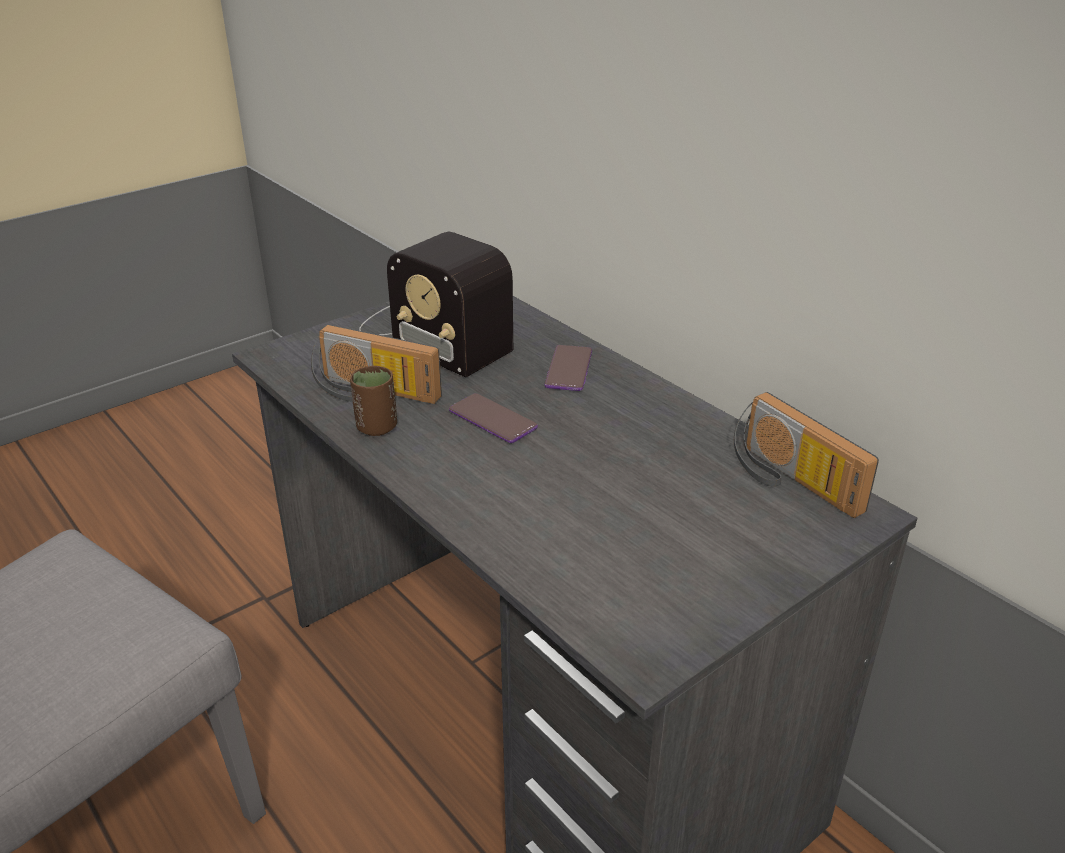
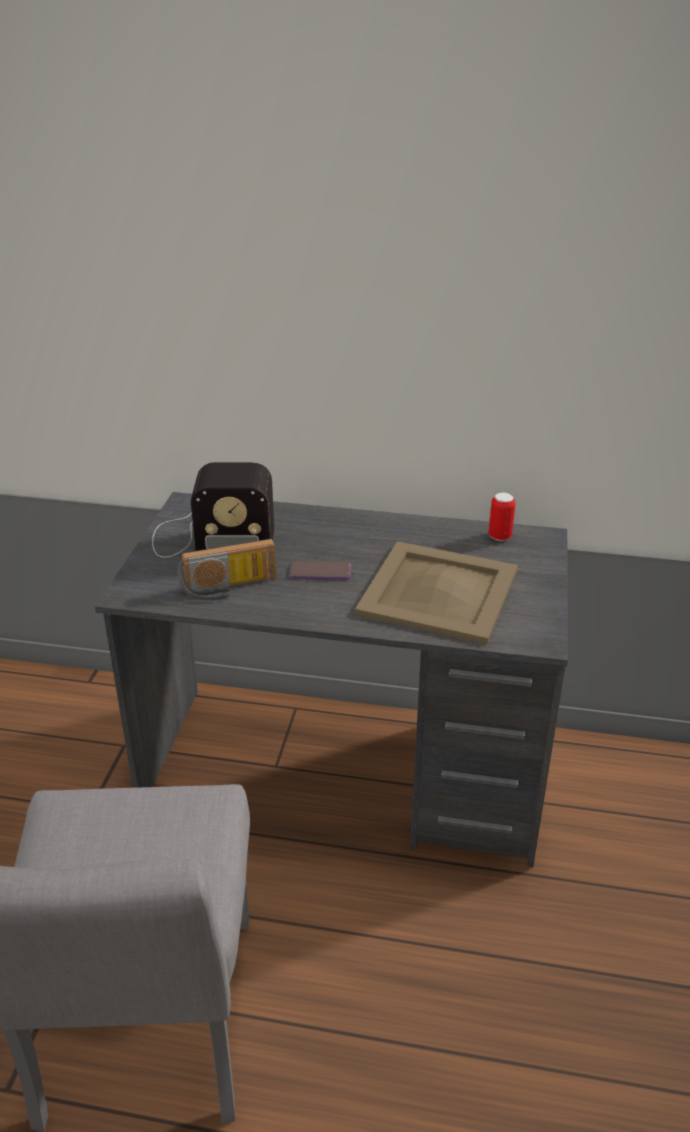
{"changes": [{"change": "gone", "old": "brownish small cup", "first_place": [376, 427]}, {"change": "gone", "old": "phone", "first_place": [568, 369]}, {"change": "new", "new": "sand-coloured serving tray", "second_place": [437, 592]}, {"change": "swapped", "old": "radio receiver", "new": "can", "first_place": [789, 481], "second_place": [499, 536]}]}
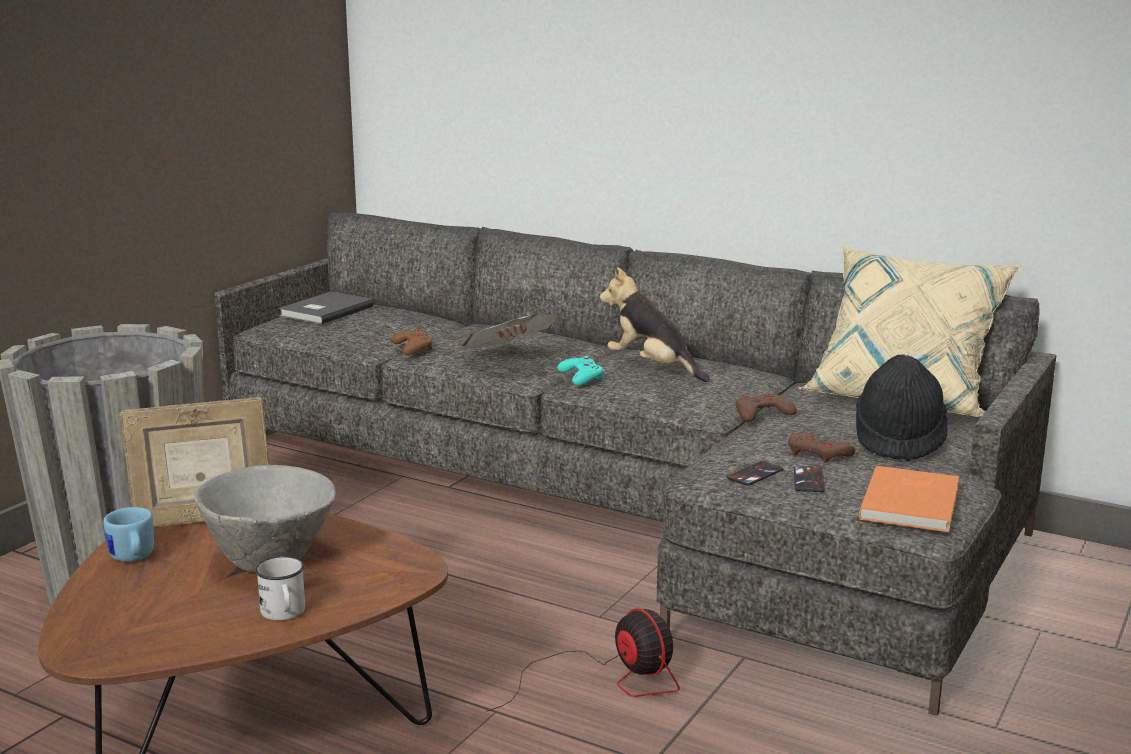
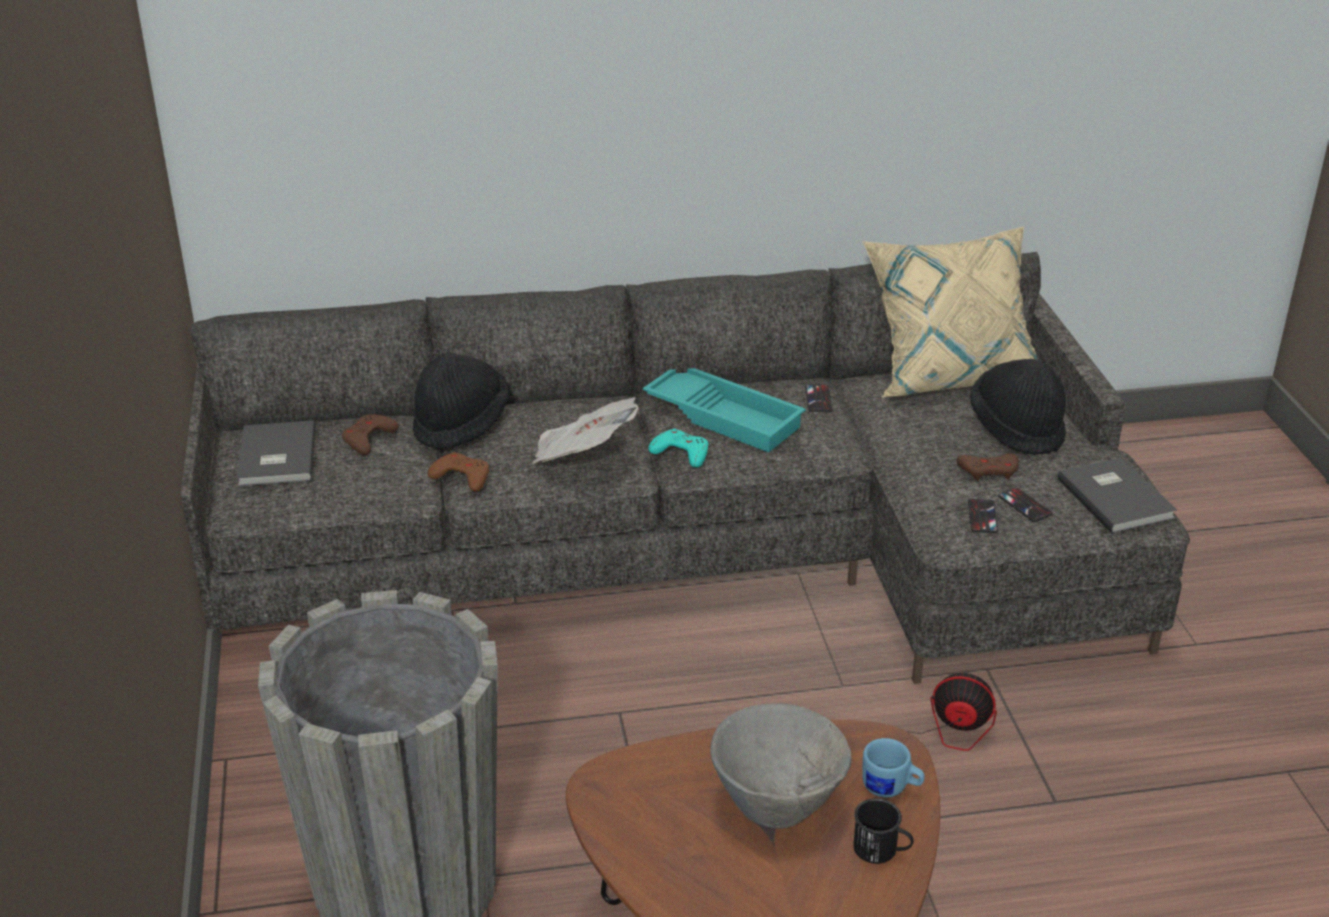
{"changes": [{"change": "gone", "old": "photo frame", "first_place": [203, 520]}, {"change": "new", "new": "blackish hat", "second_place": [460, 424]}, {"change": "new", "new": "phone", "second_place": [818, 399]}, {"change": "shifted", "old": "bluish mug", "first_place": [132, 558], "second_place": [891, 788]}, {"change": "shifted", "old": "brownish joypad", "first_place": [762, 413], "second_place": [368, 439]}, {"change": "swapped", "old": "cuddly toy", "new": "blue-green serving tray", "first_place": [652, 368], "second_place": [725, 415]}, {"change": "repainted", "old": "white mug", "new": "blackish mug", "first_place": [284, 614], "second_place": [881, 851]}, {"change": "repainted", "old": "orange-coloured volume", "new": "greyish volume", "first_place": [913, 502], "second_place": [1116, 497]}]}
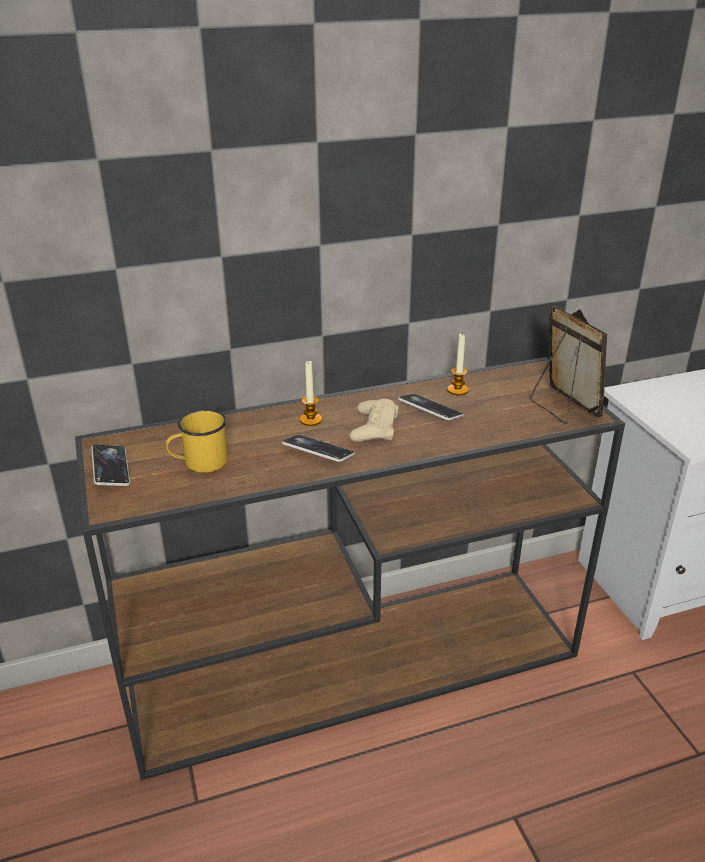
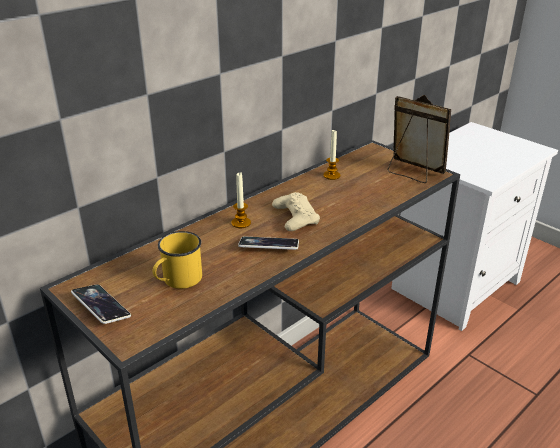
{"changes": [{"change": "gone", "old": "phone", "first_place": [430, 410]}]}
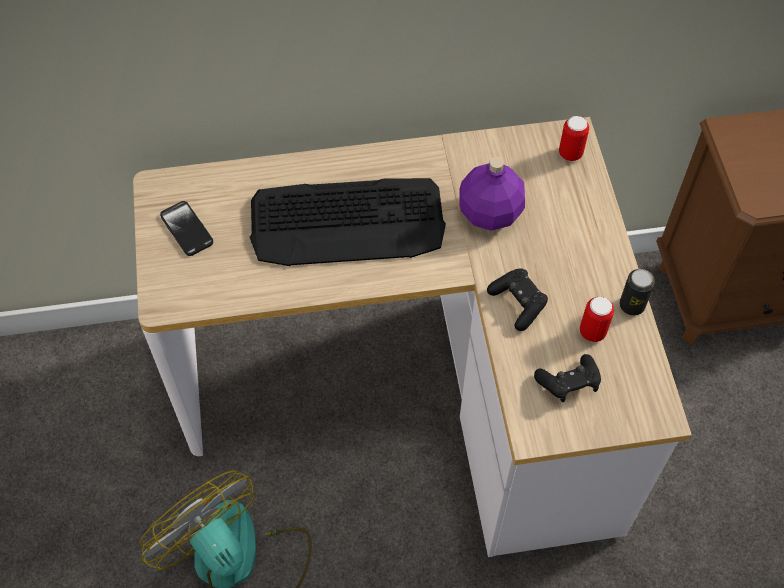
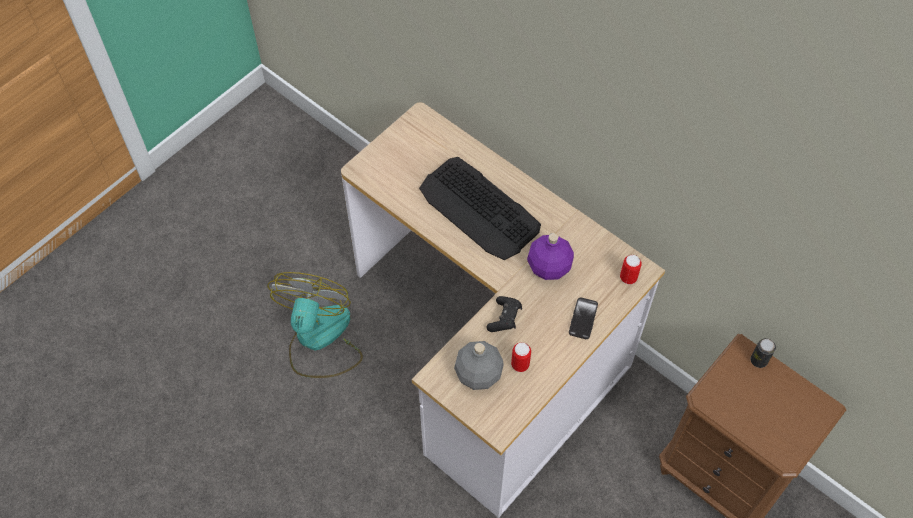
{"changes": [{"change": "shifted", "old": "phone", "first_place": [187, 229], "second_place": [583, 319]}, {"change": "shifted", "old": "can", "first_place": [632, 305], "second_place": [758, 360]}, {"change": "swapped", "old": "blackish joypad", "new": "greyish drink bottle", "first_place": [568, 384], "second_place": [477, 374]}]}
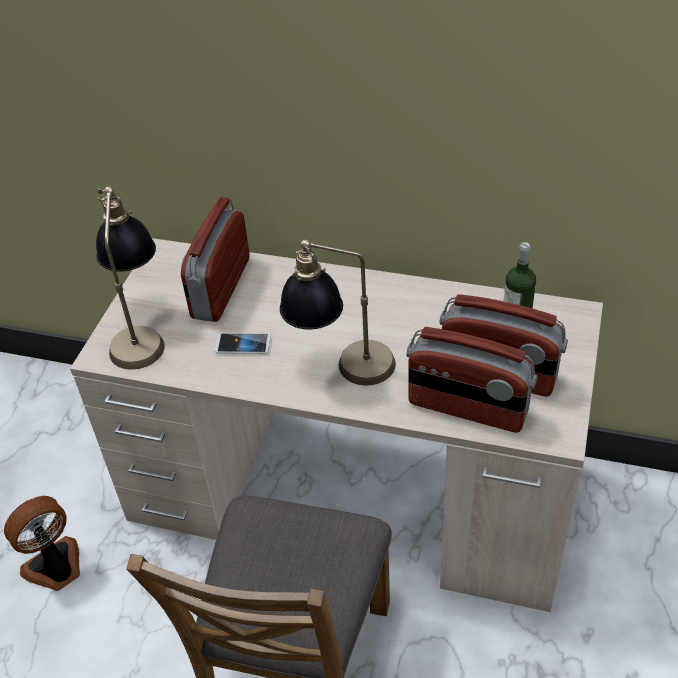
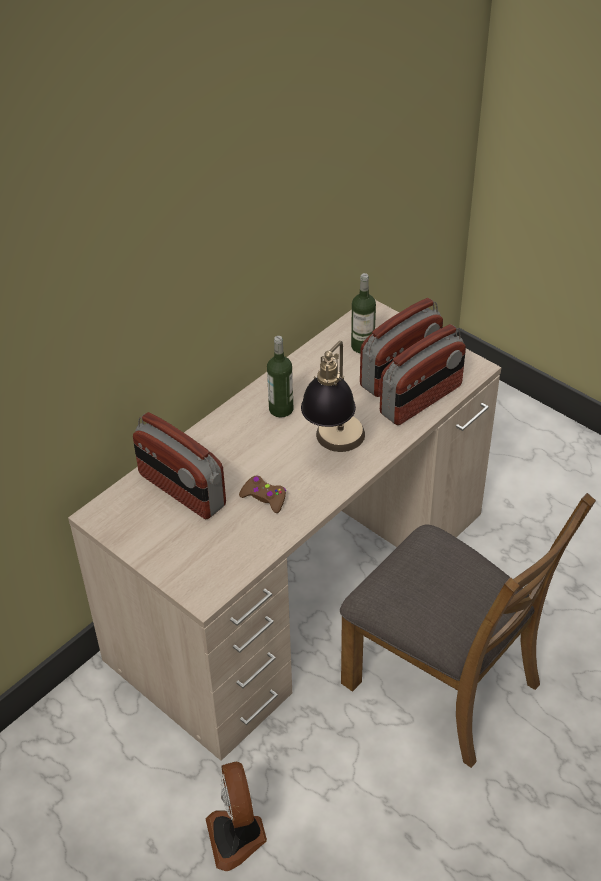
{"changes": [{"change": "gone", "old": "tabletop lamp", "first_place": [140, 331]}, {"change": "new", "new": "drink bottle", "second_place": [281, 409]}, {"change": "swapped", "old": "phone", "new": "brownish joypad", "first_place": [243, 345], "second_place": [264, 497]}]}
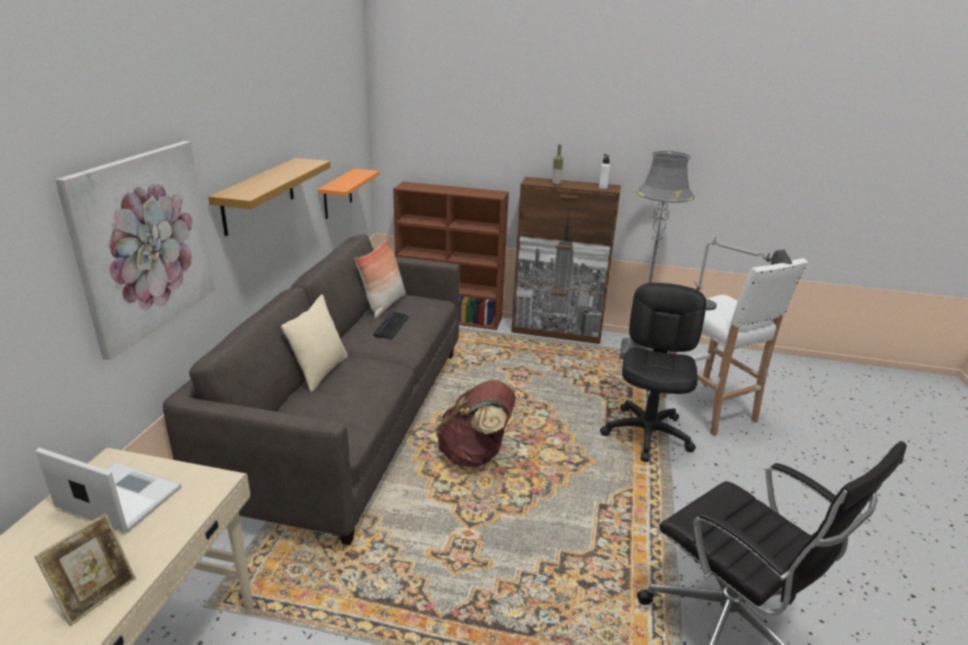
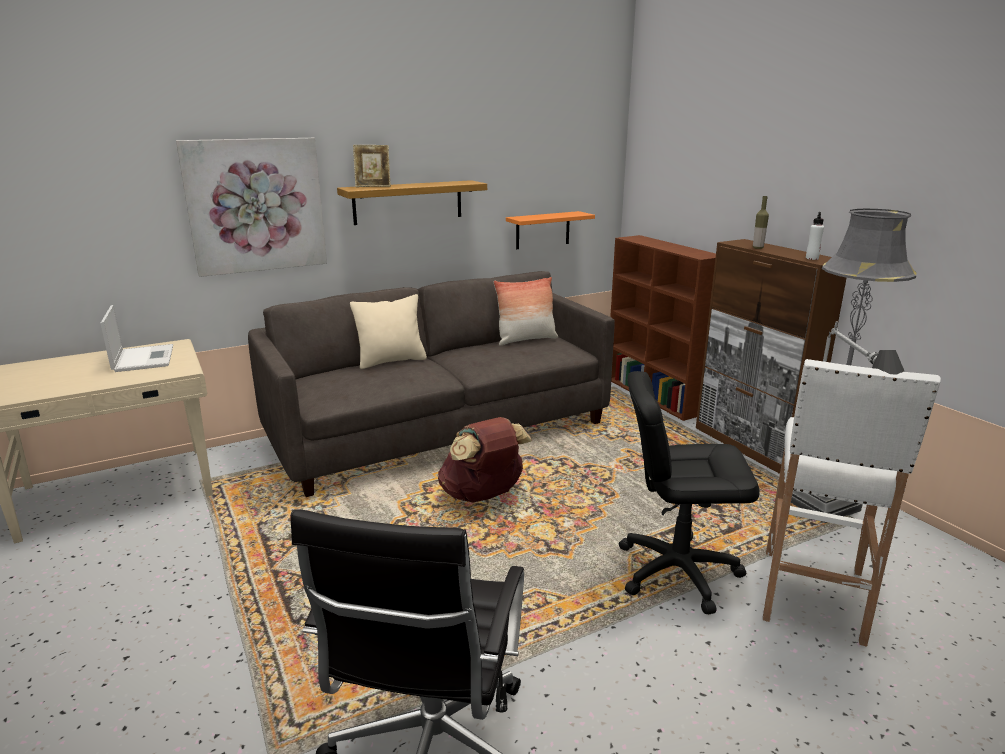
{"changes": [{"change": "gone", "old": "PC keyboard", "first_place": [391, 325]}, {"change": "shifted", "old": "photo frame", "first_place": [97, 595], "second_place": [373, 186]}, {"change": "rotated", "old": "blackish office chair", "first_place": [647, 434], "second_place": [677, 571], "degrees": -150}]}
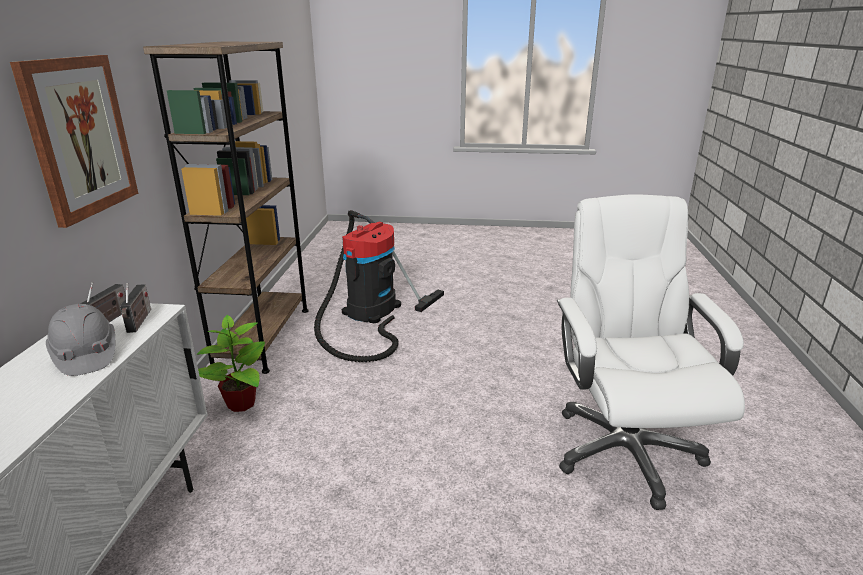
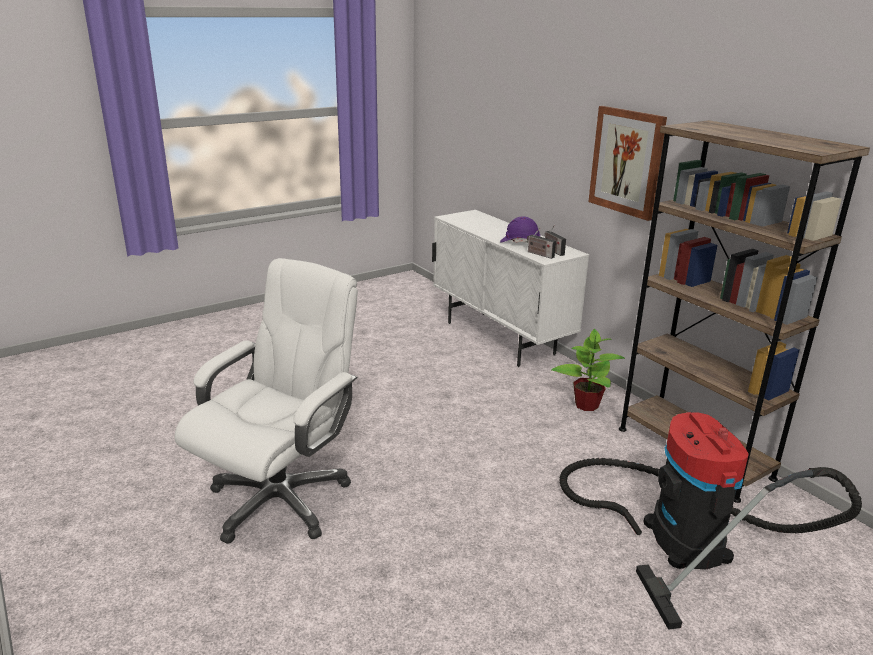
{"changes": [{"change": "repainted", "old": "greyish safety helmet", "new": "purple safety helmet", "first_place": [85, 355], "second_place": [519, 242]}, {"change": "rotated", "old": "white office chair", "first_place": [624, 449], "second_place": [280, 499], "degrees": -105}]}
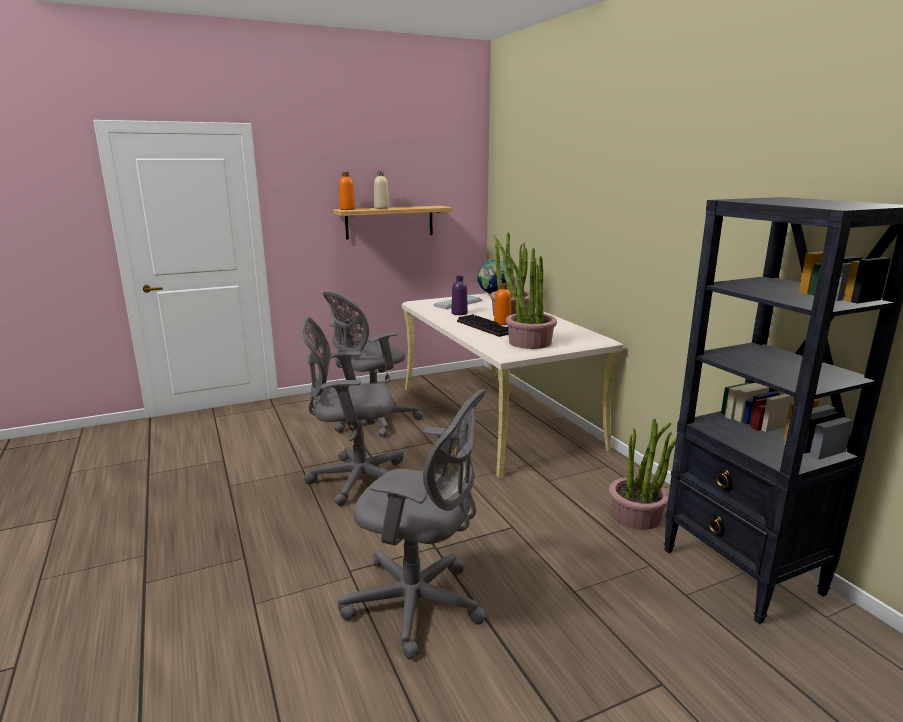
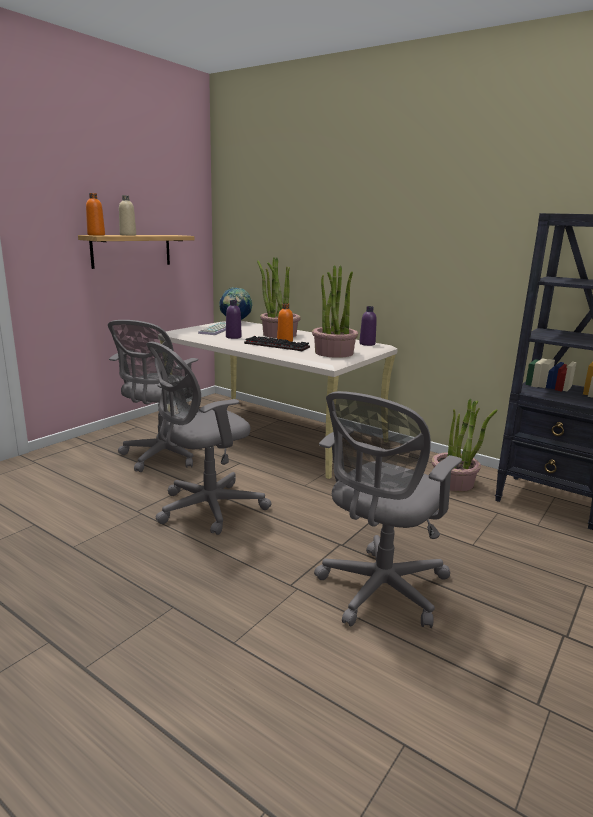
{"changes": [{"change": "new", "new": "purple drink bottle", "second_place": [367, 344]}, {"change": "rotated", "old": "greyish office chair", "first_place": [419, 605], "second_place": [379, 591], "degrees": 135}]}
